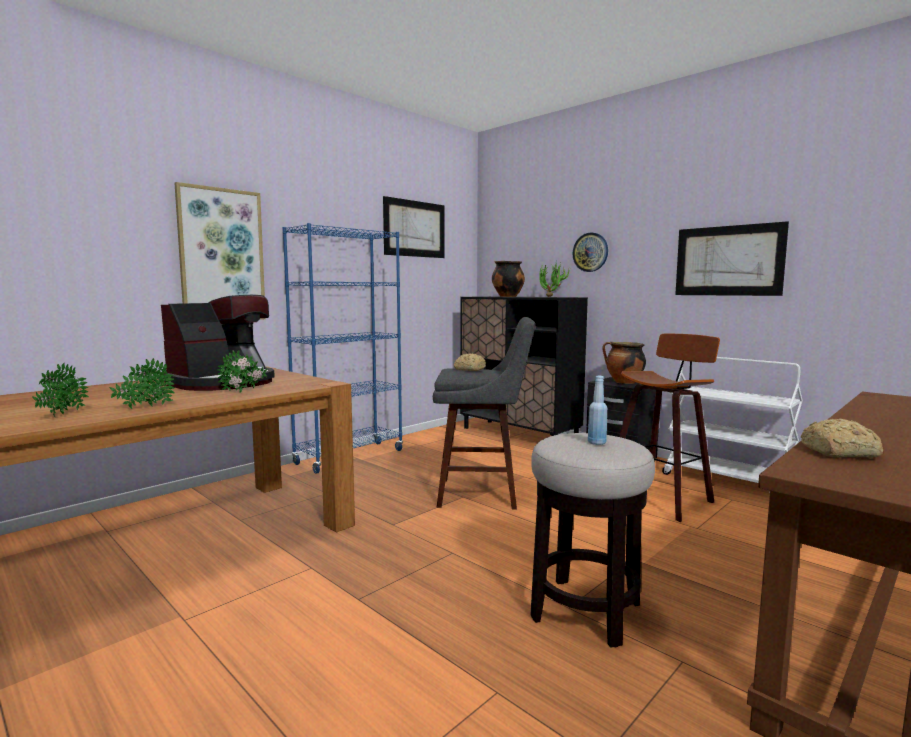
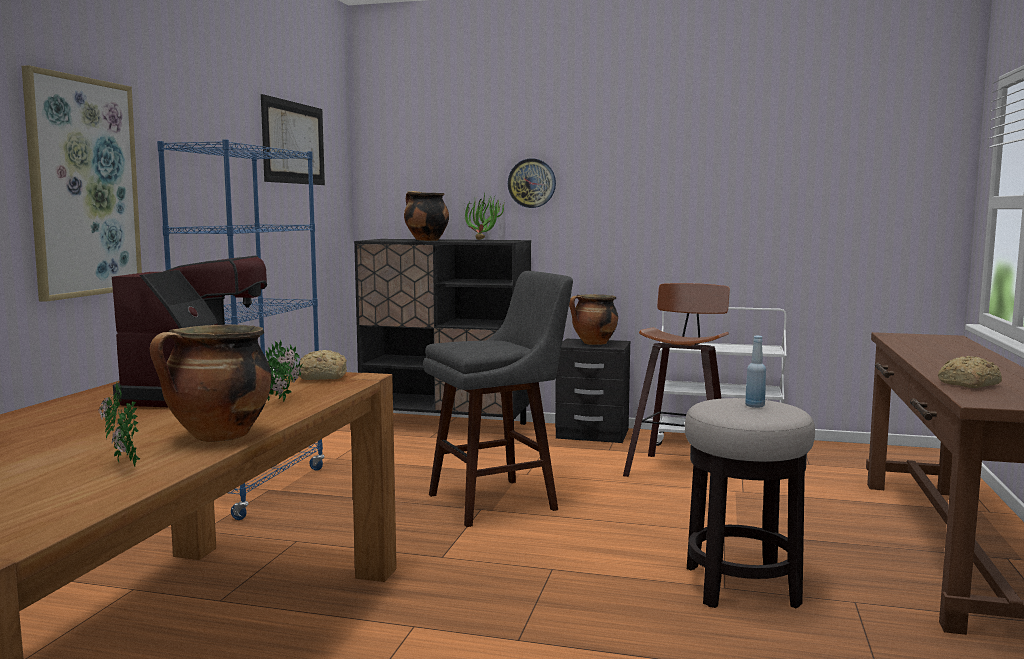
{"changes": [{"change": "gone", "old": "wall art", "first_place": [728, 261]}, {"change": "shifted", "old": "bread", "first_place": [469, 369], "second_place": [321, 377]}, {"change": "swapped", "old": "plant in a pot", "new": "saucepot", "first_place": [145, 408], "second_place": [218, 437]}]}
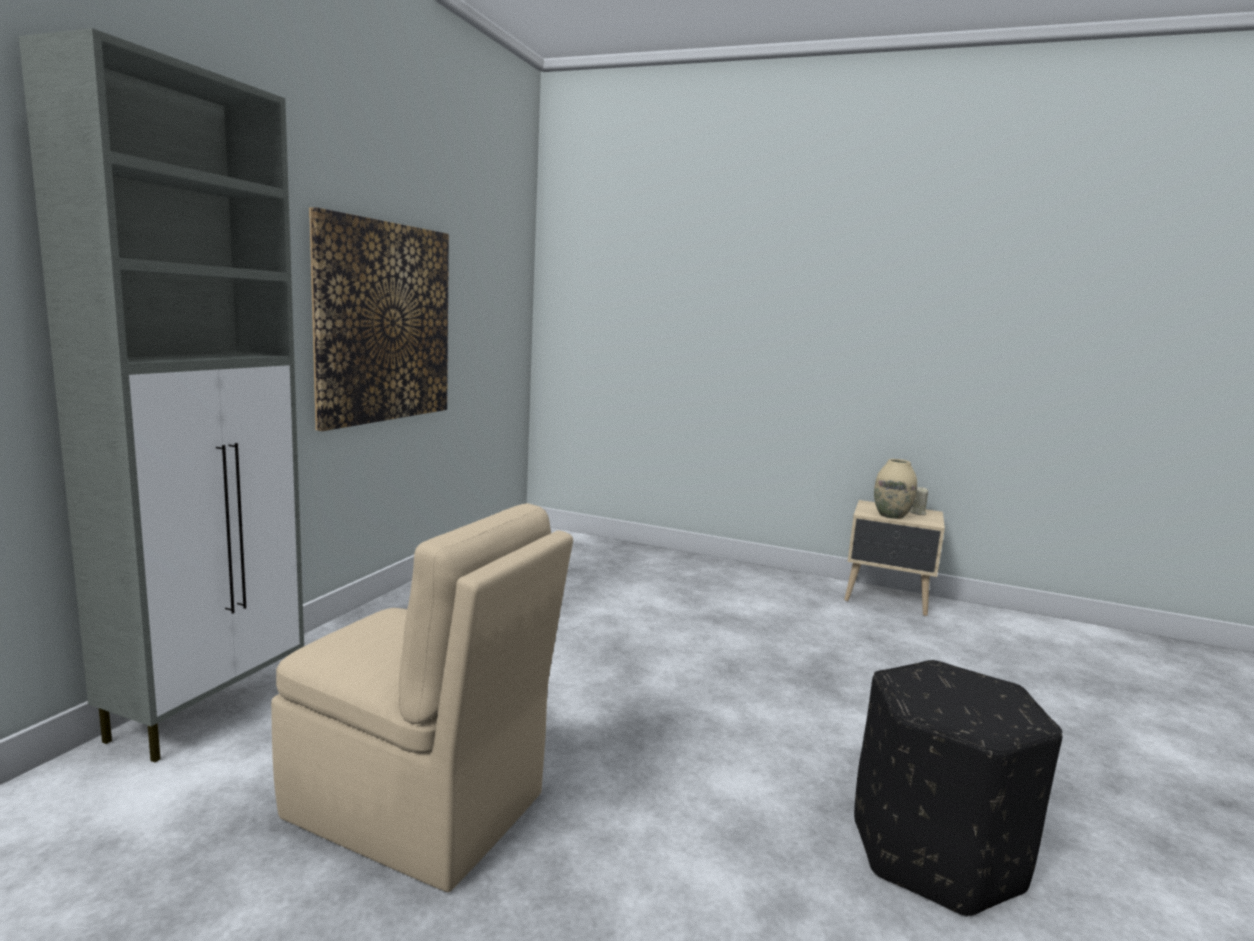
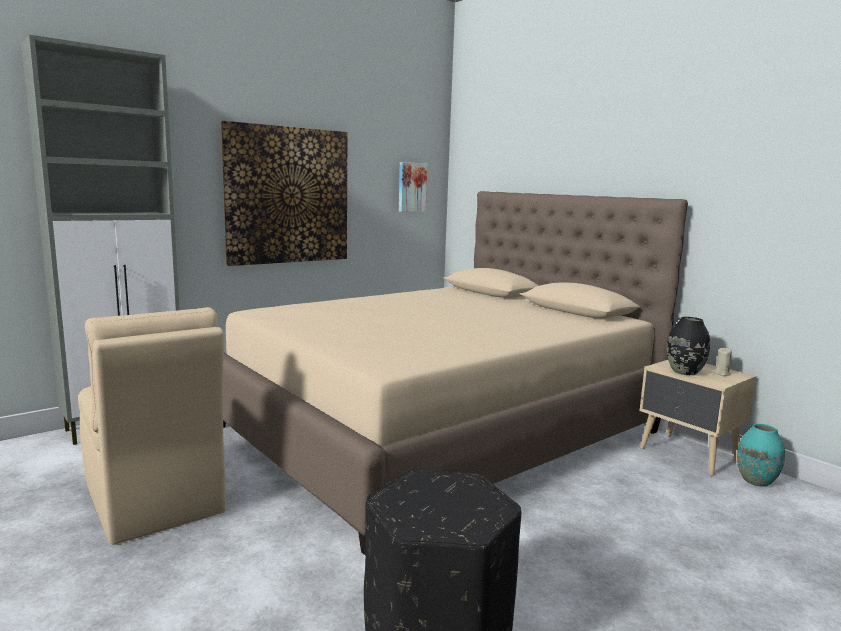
{"changes": [{"change": "new", "new": "sand-coloured sleeping bed", "second_place": [440, 429]}, {"change": "new", "new": "wall art", "second_place": [411, 187]}, {"change": "new", "new": "blue-green vase", "second_place": [755, 481]}, {"change": "repainted", "old": "sand-coloured vase", "new": "blackish vase", "first_place": [891, 515], "second_place": [684, 372]}]}
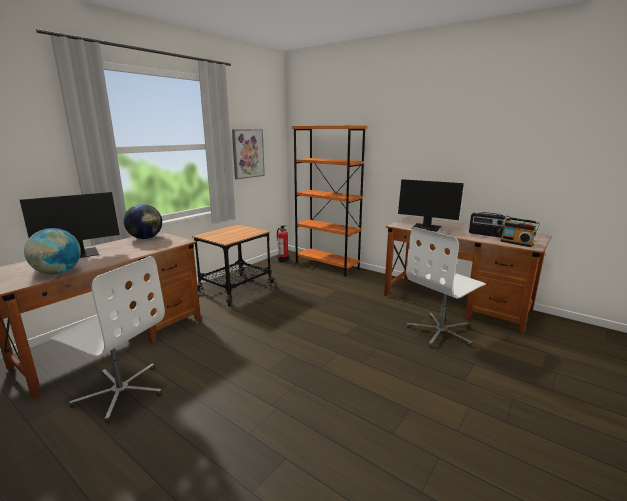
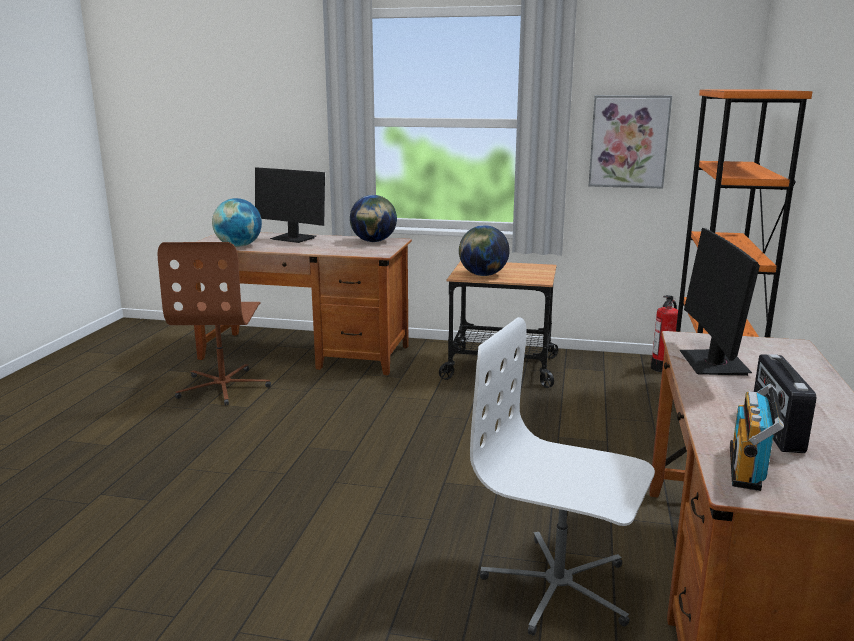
{"changes": [{"change": "new", "new": "desk globe", "second_place": [483, 275]}, {"change": "repainted", "old": "white office chair", "new": "brownish office chair", "first_place": [121, 392], "second_place": [224, 387]}]}
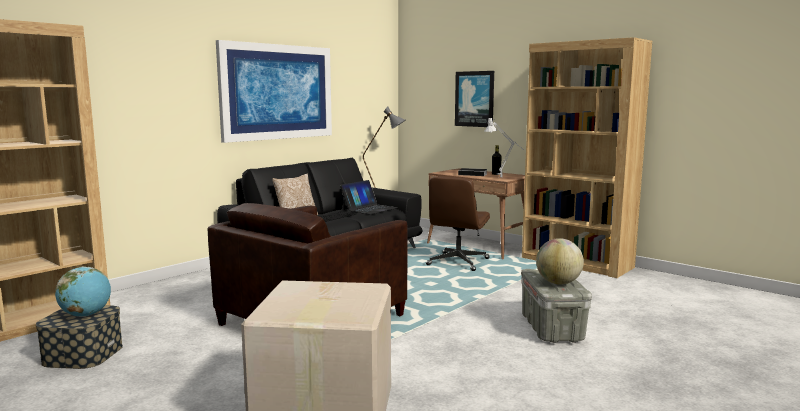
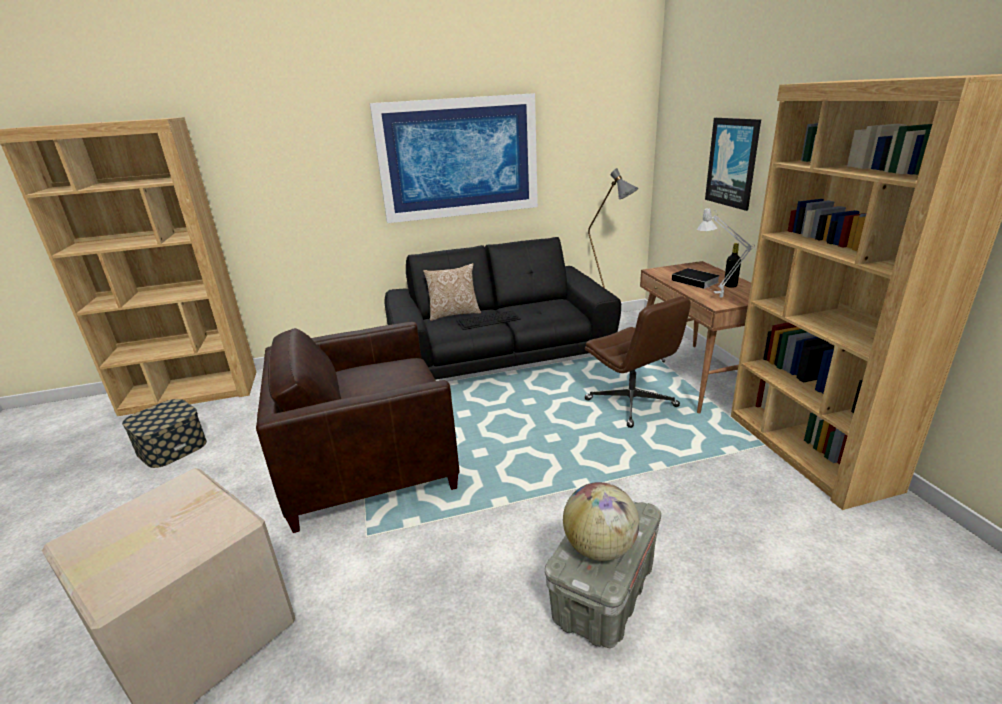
{"changes": [{"change": "gone", "old": "desk globe", "first_place": [86, 315]}, {"change": "gone", "old": "notebook computer", "first_place": [369, 208]}, {"change": "rotated", "old": "brownish office chair", "first_place": [458, 262], "second_place": [632, 403], "degrees": -90}]}
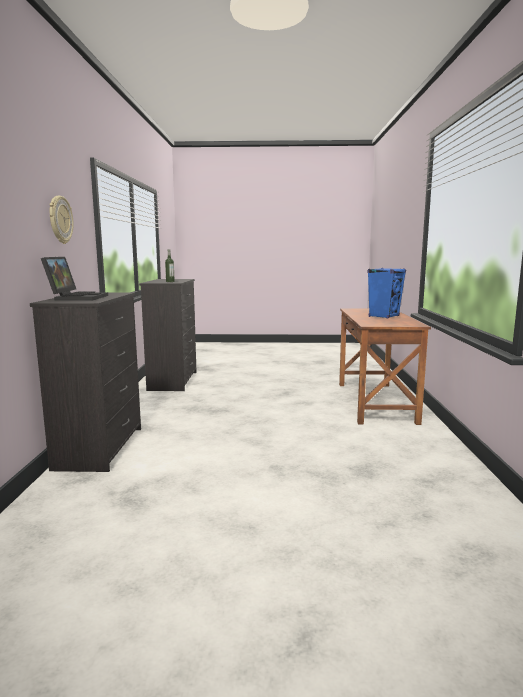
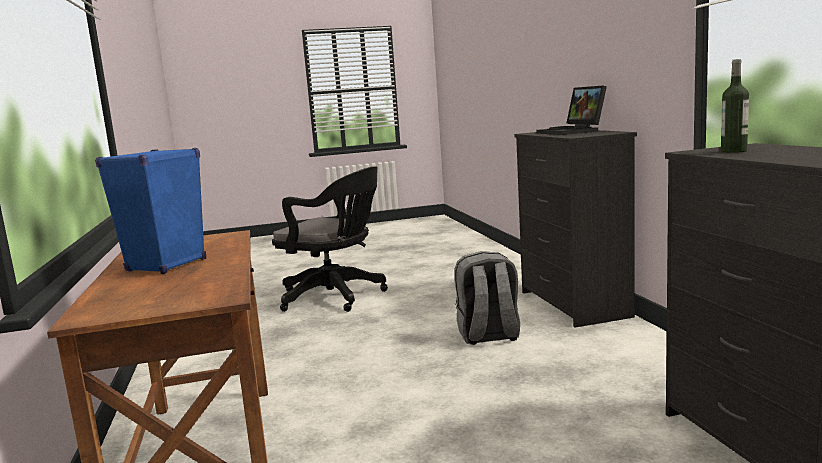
{"changes": [{"change": "gone", "old": "hanging clock", "first_place": [60, 220]}, {"change": "new", "new": "blackish office chair", "second_place": [336, 297]}, {"change": "new", "new": "greyish knapsack", "second_place": [488, 336]}]}
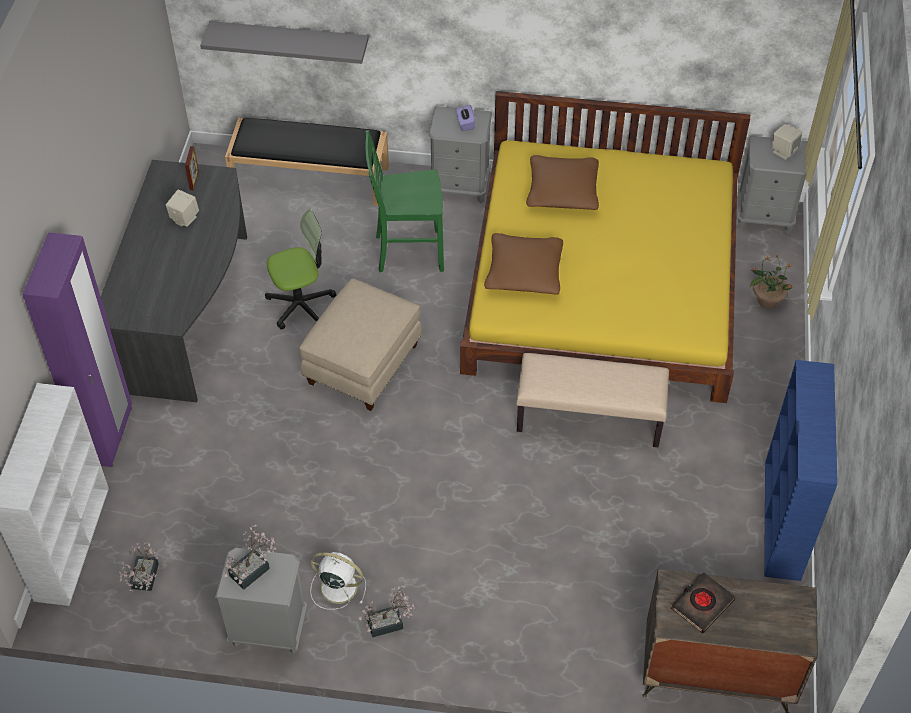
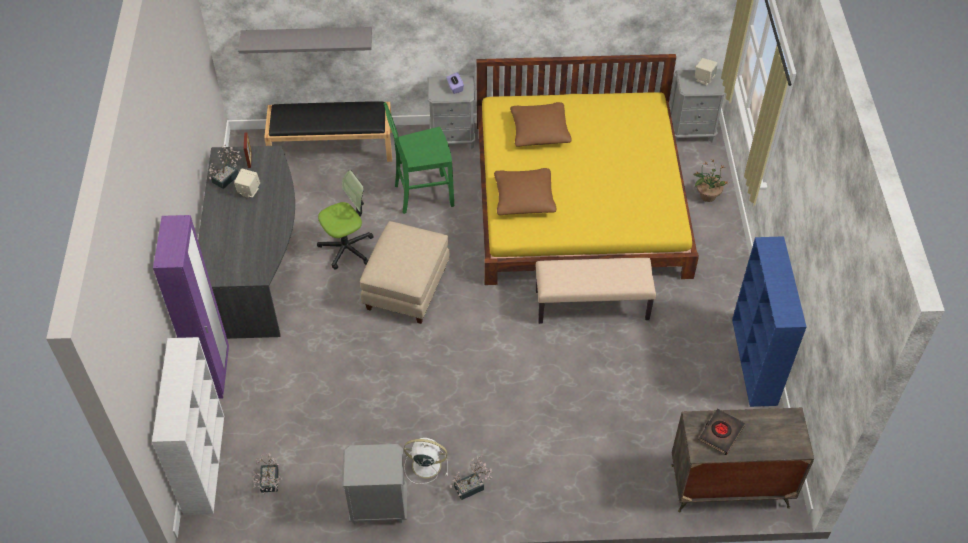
{"changes": [{"change": "shifted", "old": "plant in a pot", "first_place": [253, 569], "second_place": [228, 177]}]}
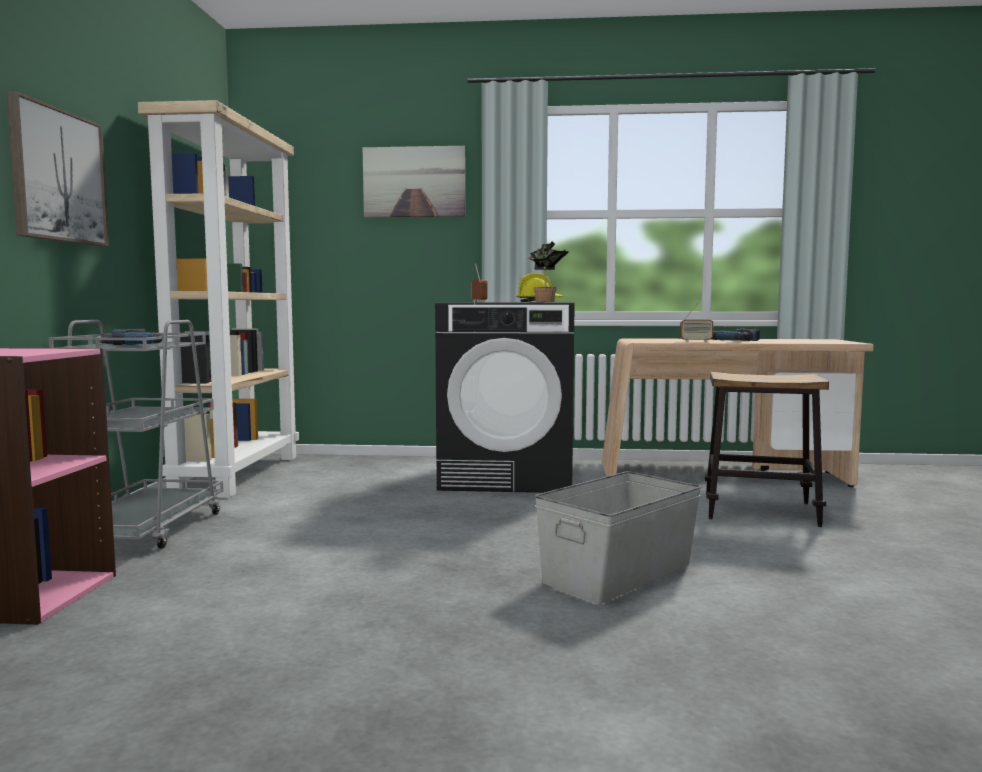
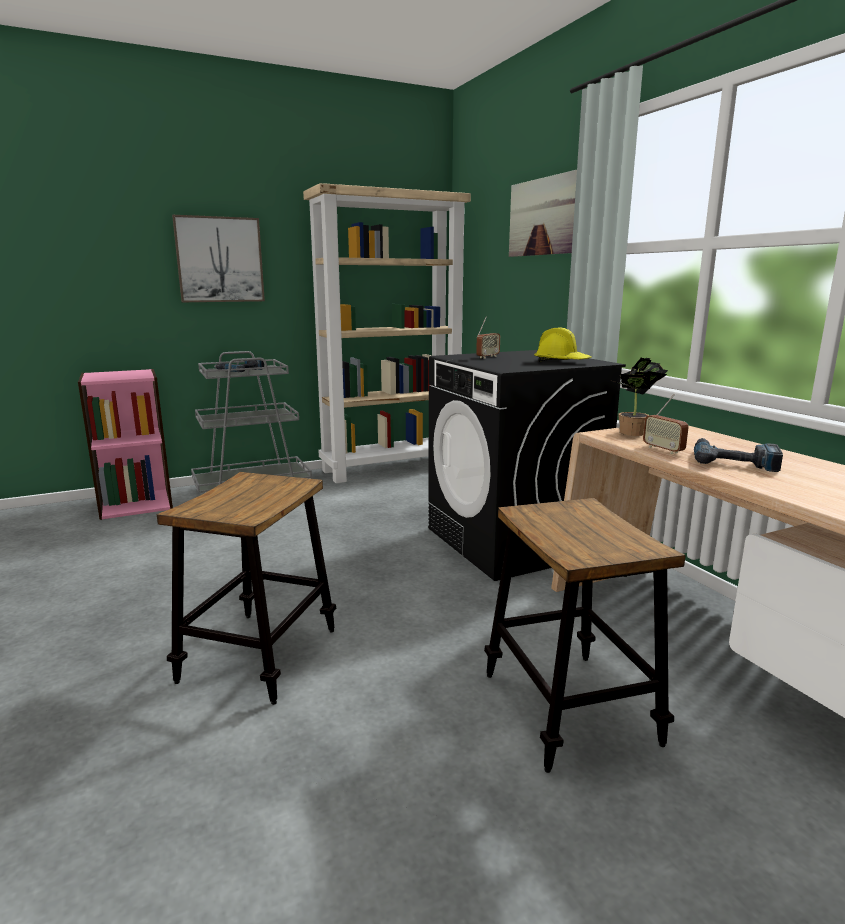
{"changes": [{"change": "shifted", "old": "plant in a pot", "first_place": [547, 301], "second_place": [633, 434]}, {"change": "swapped", "old": "greyish storage bin", "new": "stool seat", "first_place": [617, 572], "second_place": [259, 655]}]}
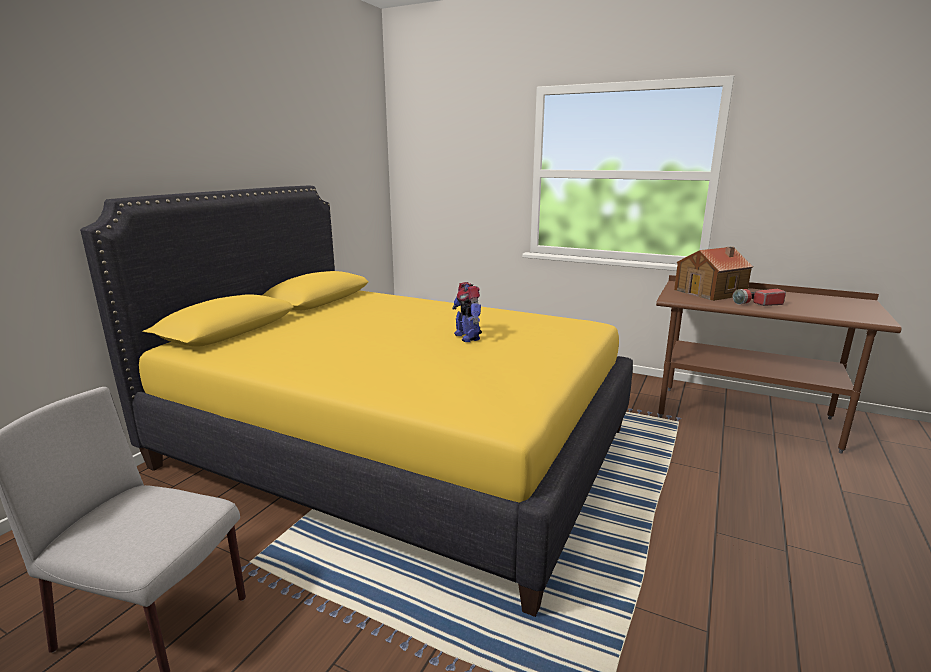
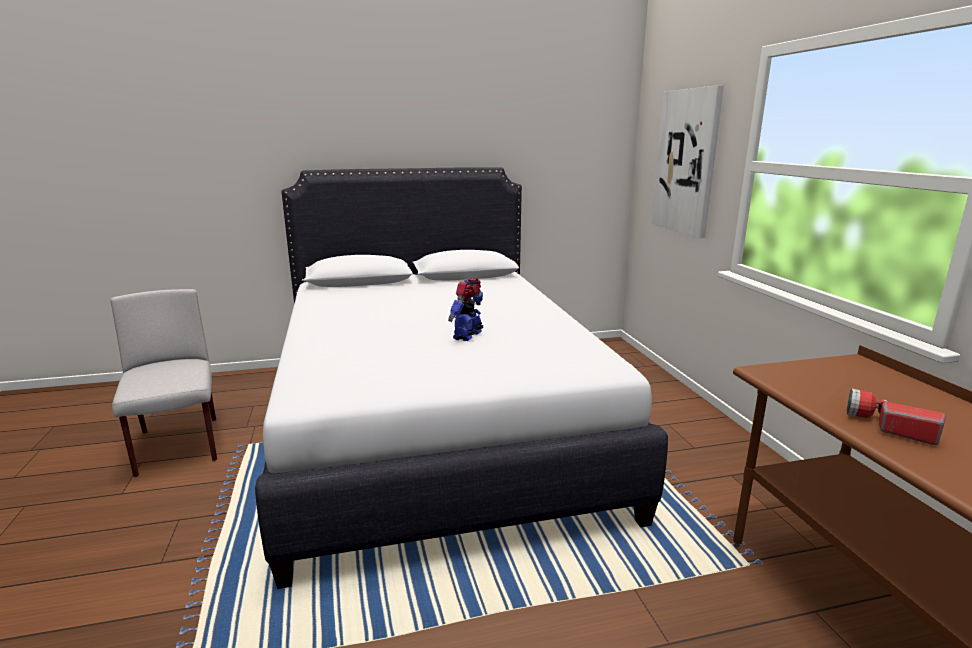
{"changes": [{"change": "gone", "old": "miniature house", "first_place": [711, 292]}, {"change": "new", "new": "wall art", "second_place": [686, 162]}, {"change": "repainted", "old": "yellow-coloured sleeping bed", "new": "white sleeping bed", "first_place": [396, 447], "second_place": [435, 426]}]}
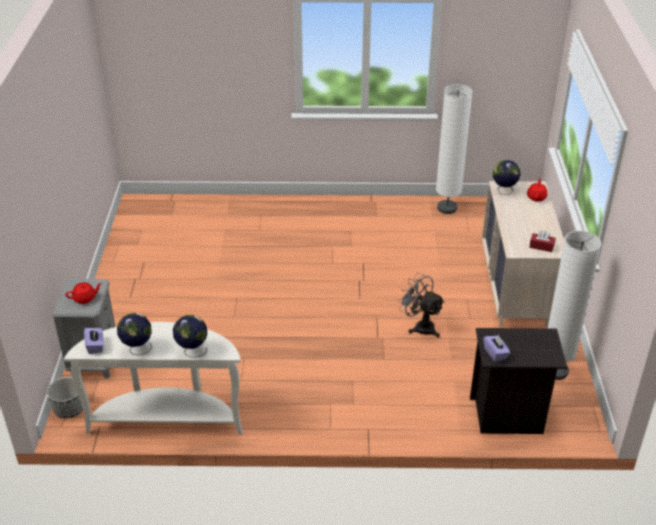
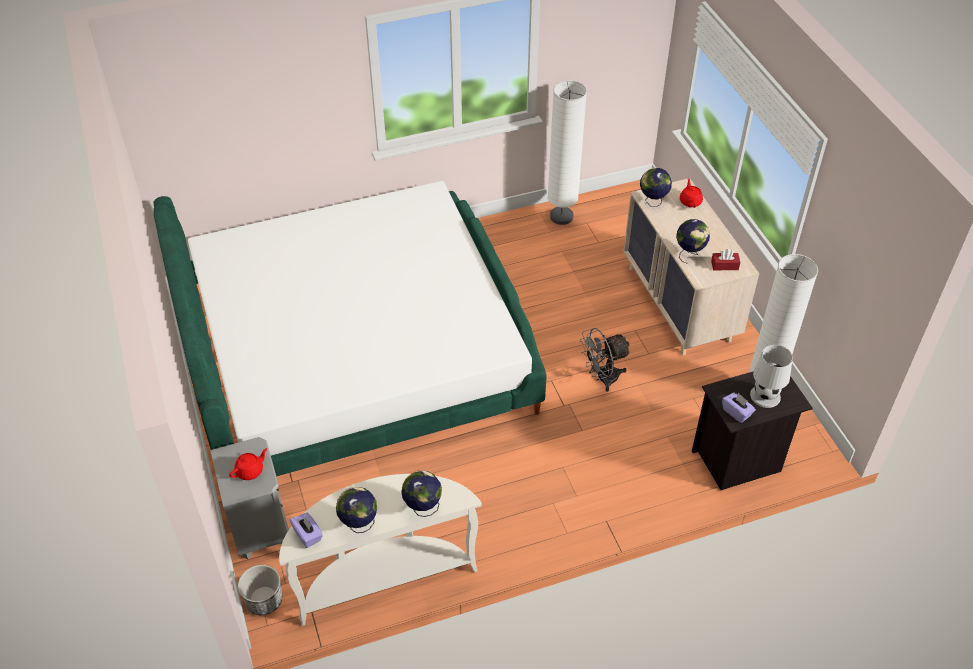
{"changes": [{"change": "new", "new": "sleeping bed", "second_place": [354, 353]}, {"change": "new", "new": "desk globe", "second_place": [689, 254]}, {"change": "new", "new": "white tabletop lamp", "second_place": [765, 396]}, {"change": "rotated", "old": "greyish cooling fan", "first_place": [420, 326], "second_place": [602, 378], "degrees": -45}]}
